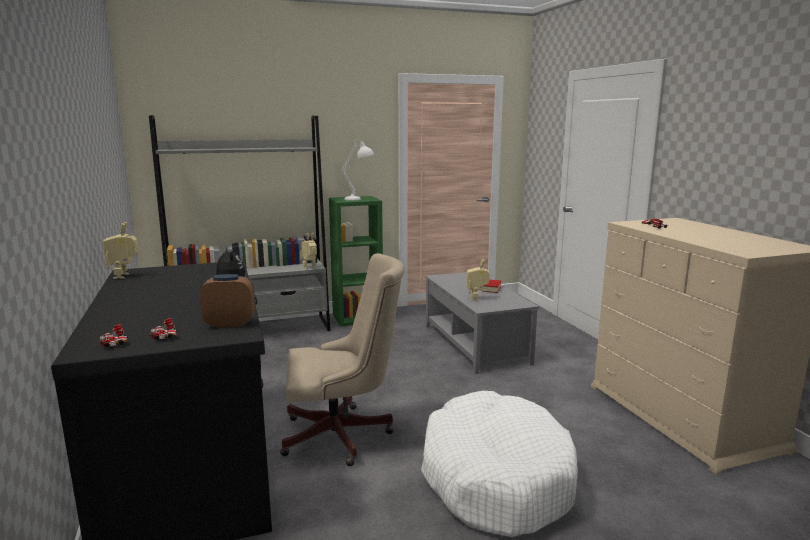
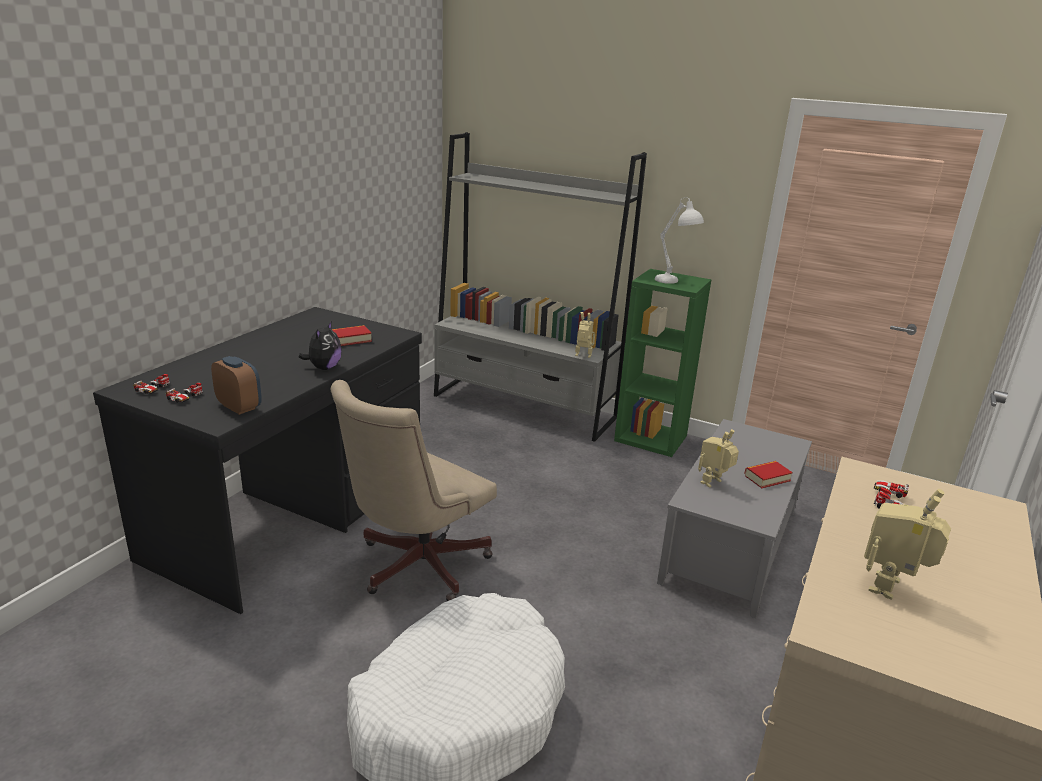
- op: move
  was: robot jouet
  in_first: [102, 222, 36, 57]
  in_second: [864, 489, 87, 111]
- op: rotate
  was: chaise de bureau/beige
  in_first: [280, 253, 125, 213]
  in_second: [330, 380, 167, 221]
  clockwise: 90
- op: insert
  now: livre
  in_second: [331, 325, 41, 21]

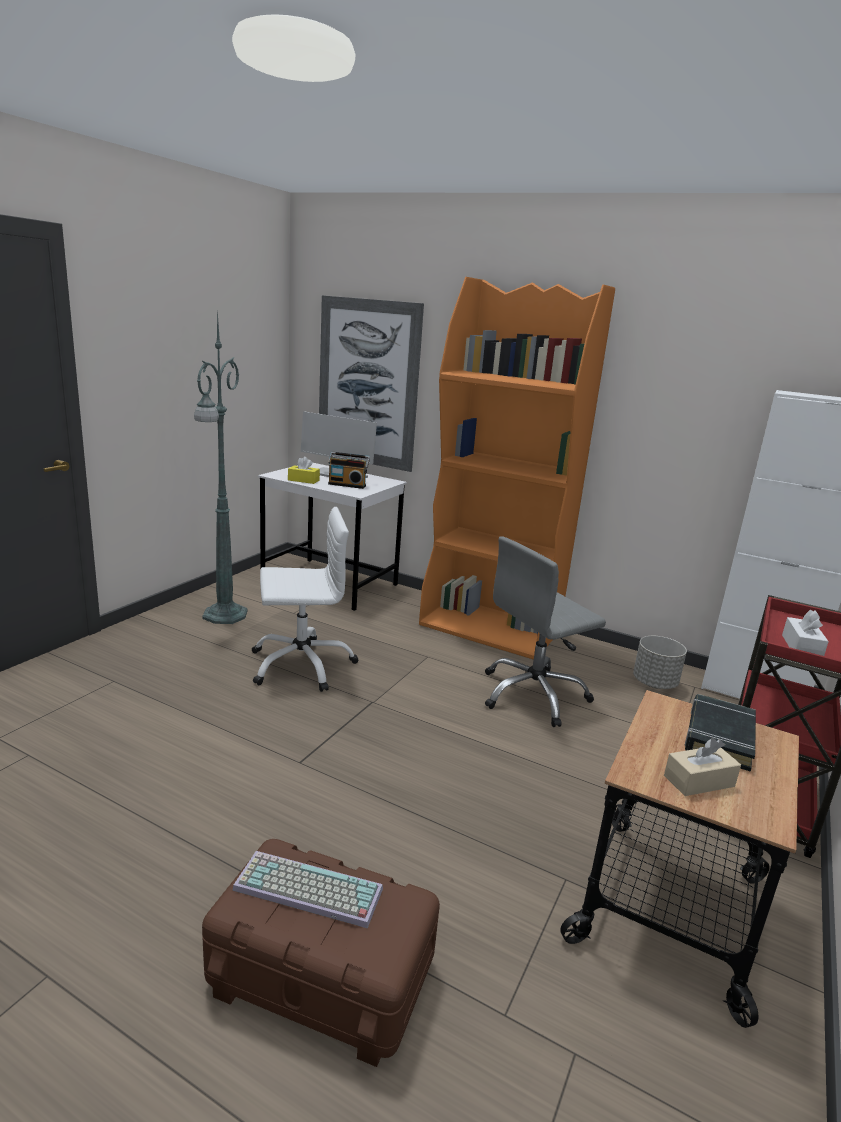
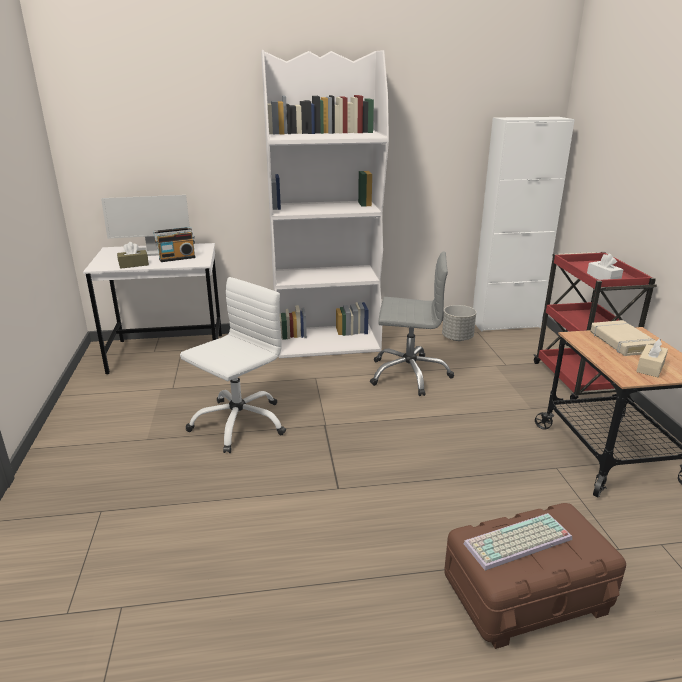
- op: recolor
  was: bibliothèque/orange
  now: bibliothèque/blanc
  in_first: [419, 277, 196, 383]
  in_second: [261, 50, 128, 308]
- op: delete
  was: tableau
  in_first: [319, 295, 105, 177]
- op: delete
  was: lampadaire/vert
  in_first: [194, 309, 53, 315]
- op: recolor
  was: boîte à mouchoirs/jaune
  now: boîte à mouchoirs/marron
  in_first: [288, 457, 32, 27]
  in_second: [117, 242, 32, 27]
- op: rotate
  was: chaise de bureau/gris
  in_first: [485, 536, 121, 191]
  in_second: [370, 252, 84, 144]
  clockwise: -105
- op: recolor
  was: livre/noir
  now: livre/beige
  in_first: [685, 694, 71, 78]
  in_second: [590, 320, 66, 36]

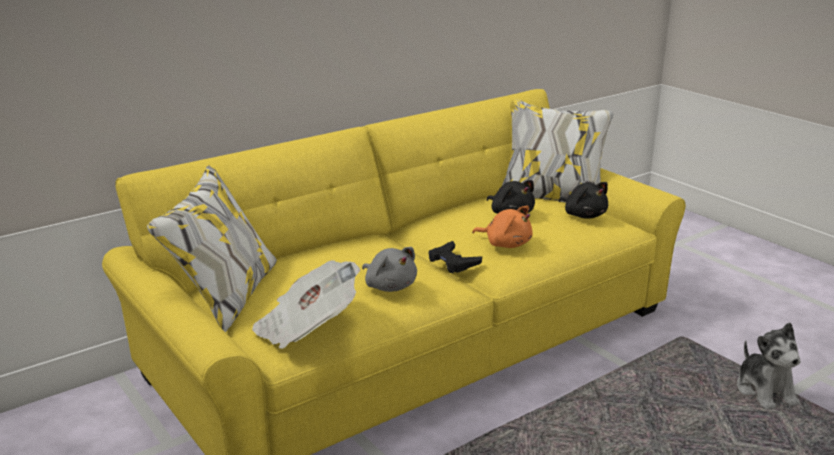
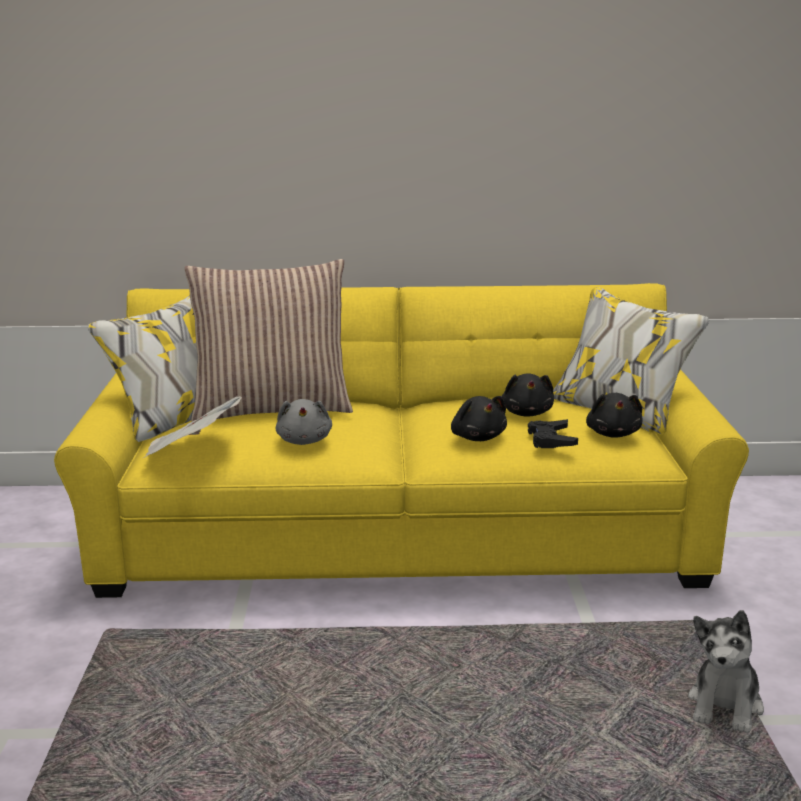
- op: recolor
  was: peluche/orange
  now: peluche/noir
  in_first: [472, 206, 61, 42]
  in_second: [451, 396, 56, 45]
- op: move
  was: manette/noir
  in_first: [429, 241, 53, 32]
  in_second: [528, 419, 50, 29]
- op: insert
  now: coussin
  in_second: [184, 259, 169, 162]

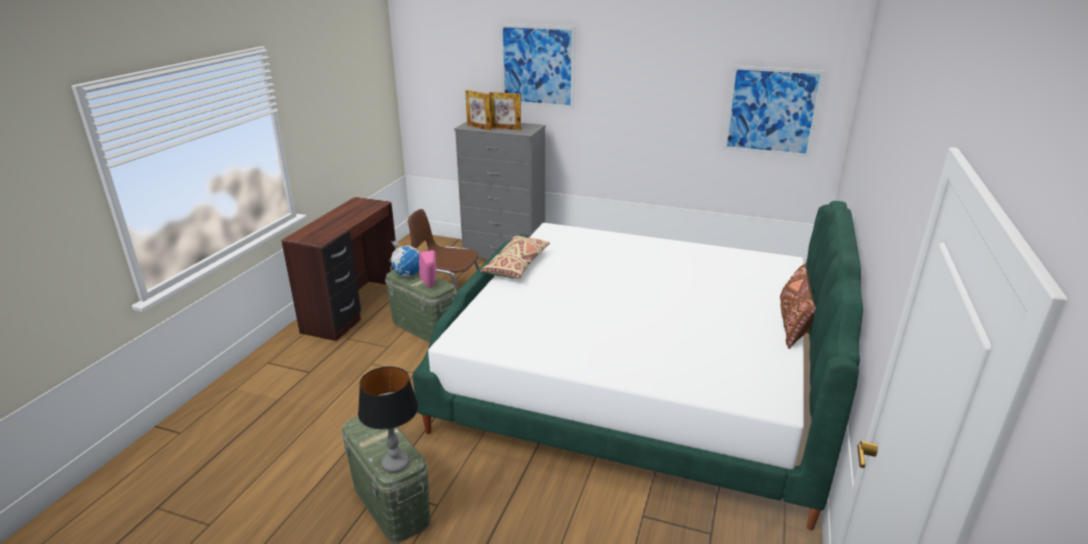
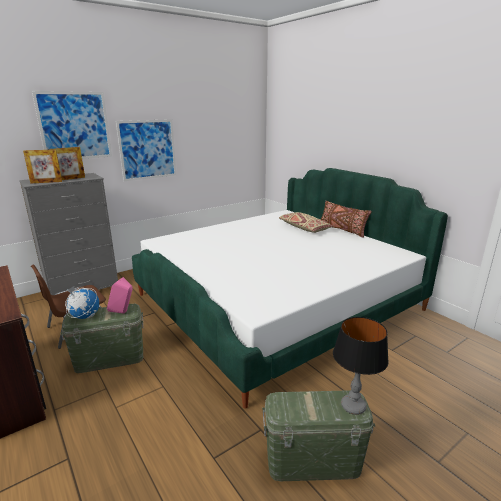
- op: move
  was: tableau
  in_first: [723, 66, 102, 91]
  in_second: [116, 119, 60, 62]
- op: move
  was: coussin/beige
  in_first: [480, 236, 70, 43]
  in_second: [279, 212, 54, 21]

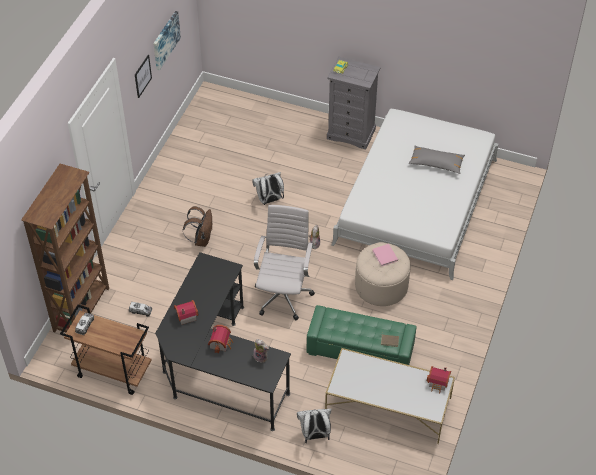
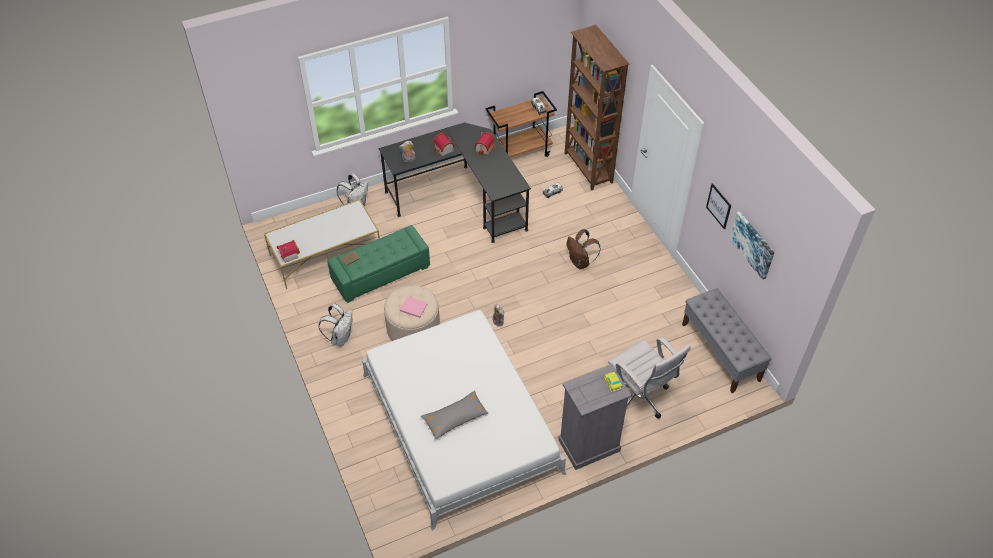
- op: move
  was: sac à dos/blanc
  in_first: [252, 172, 32, 33]
  in_second: [318, 304, 35, 42]
- op: move
  was: chaise de bureau/blanc
  in_first: [254, 205, 61, 115]
  in_second: [608, 337, 83, 82]
- op: insert
  now: banc/gris
  in_second: [682, 288, 90, 105]

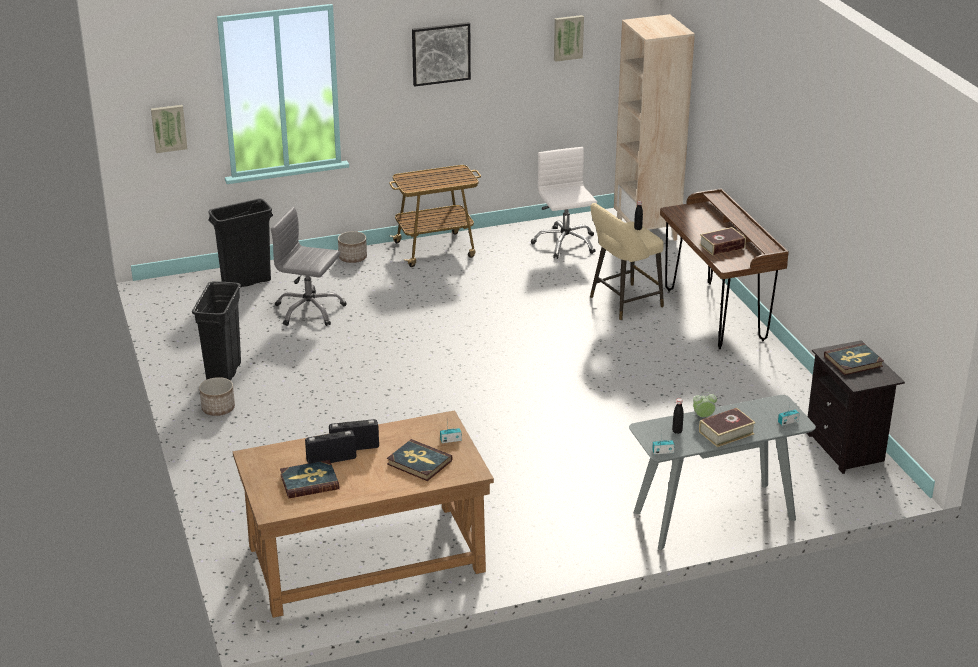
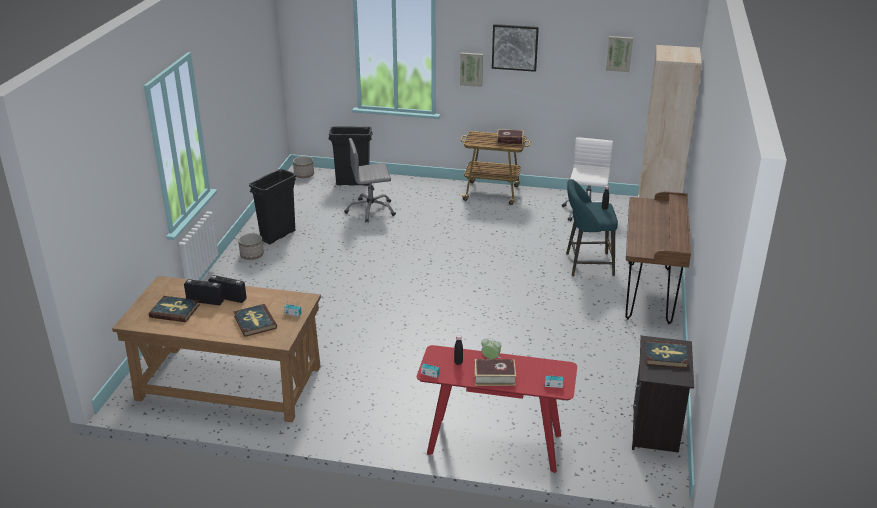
- op: move
  was: tableau
  in_first: [151, 105, 36, 48]
  in_second: [460, 52, 23, 35]
- op: recolor
  was: tabouret/beige
  now: tabouret/turquoise
  in_first: [590, 203, 74, 117]
  in_second: [566, 179, 52, 97]
- op: rotate
  was: chaise de bureau/gris
  in_first: [271, 207, 76, 119]
  in_second: [344, 138, 52, 85]
  clockwise: -60
- op: move
  was: livre
  in_first: [699, 227, 47, 29]
  in_second: [497, 129, 27, 16]
- op: move
  was: cache-pot
  in_first: [338, 231, 29, 32]
  in_second: [293, 156, 21, 22]
- op: recolor
  was: table console/gris
  now: table console/rouge
  in_first: [629, 395, 187, 155]
  in_second: [417, 345, 160, 128]

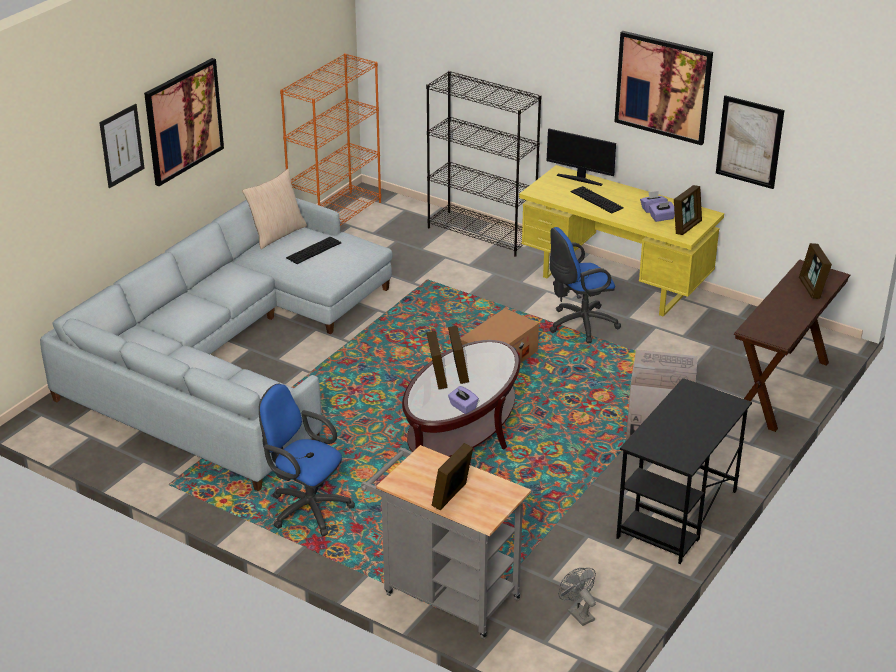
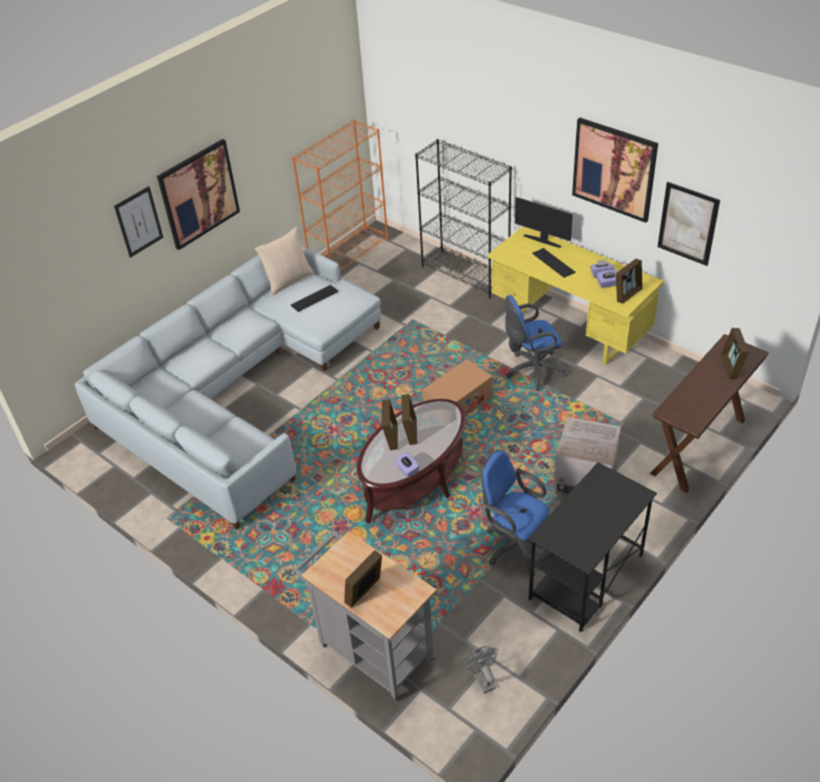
- op: move
  was: chaise de bureau/bleu
  in_first: [259, 384, 96, 152]
  in_second: [482, 450, 68, 125]

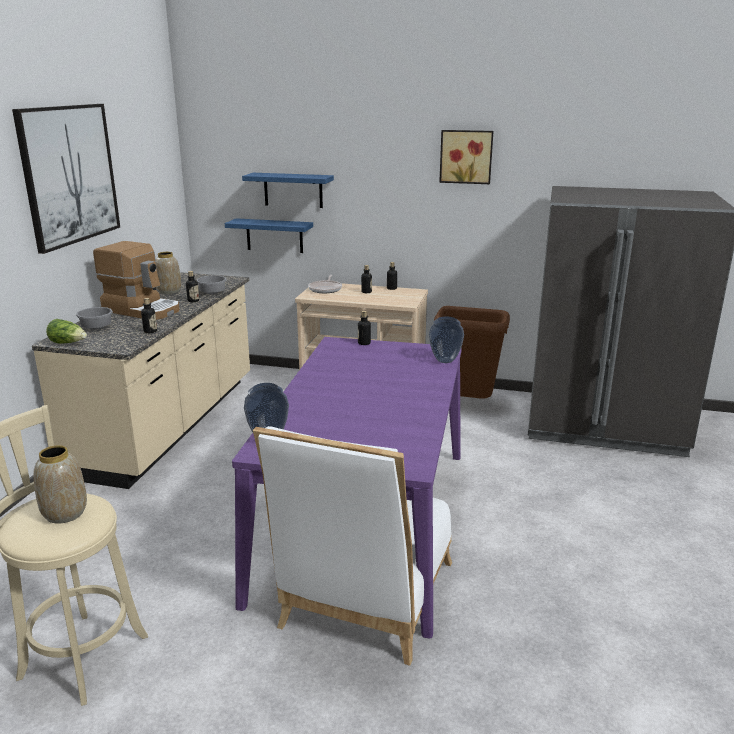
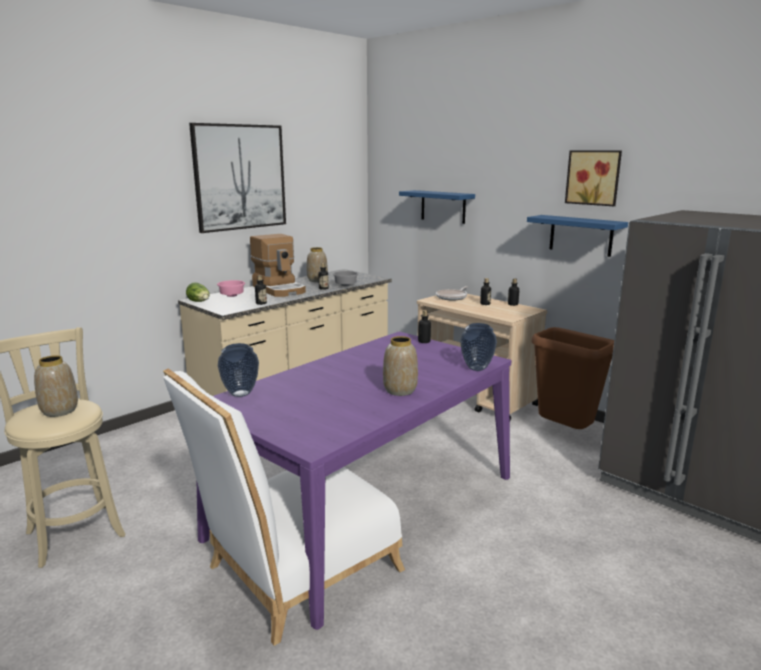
- op: move
  was: étagère/bleu
  in_first: [225, 218, 88, 35]
  in_second: [527, 215, 101, 42]
- op: recolor
  was: bol/gris
  now: bol/rose
  in_first: [76, 307, 37, 23]
  in_second: [217, 280, 28, 17]
- op: insert
  now: vase
  in_second: [383, 336, 35, 60]

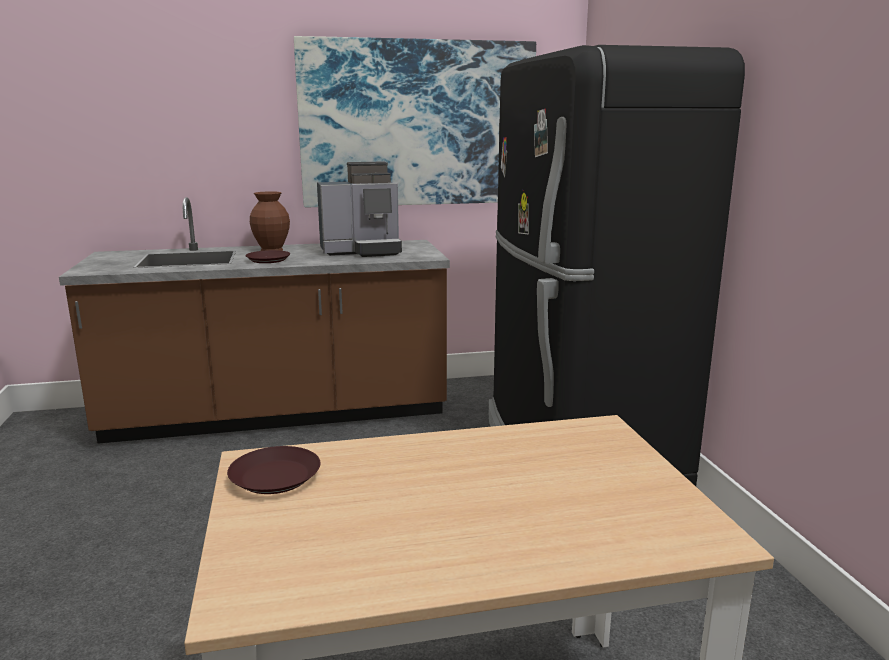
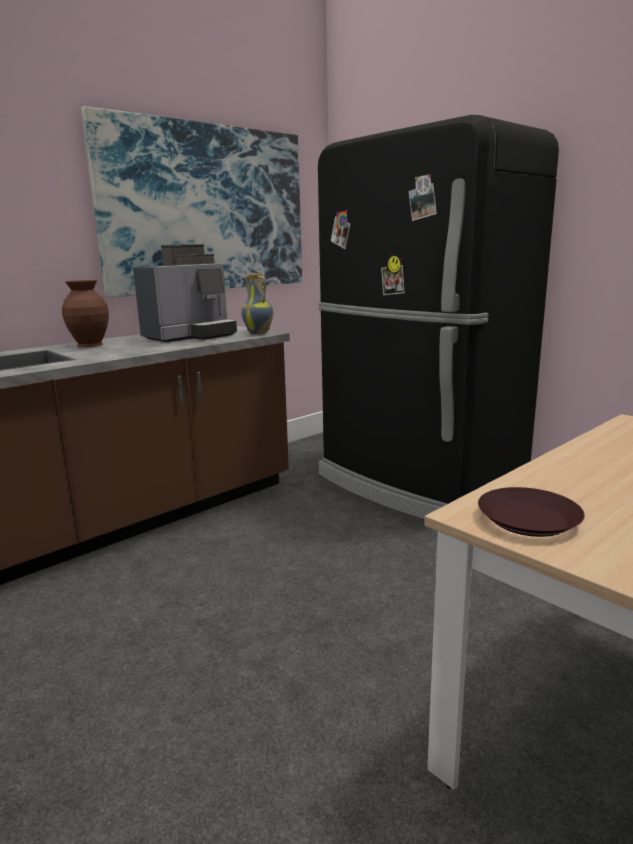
- op: delete
  was: assiette/marron
  in_first: [245, 250, 45, 13]
- op: insert
  now: vase
  in_second: [241, 274, 32, 60]

